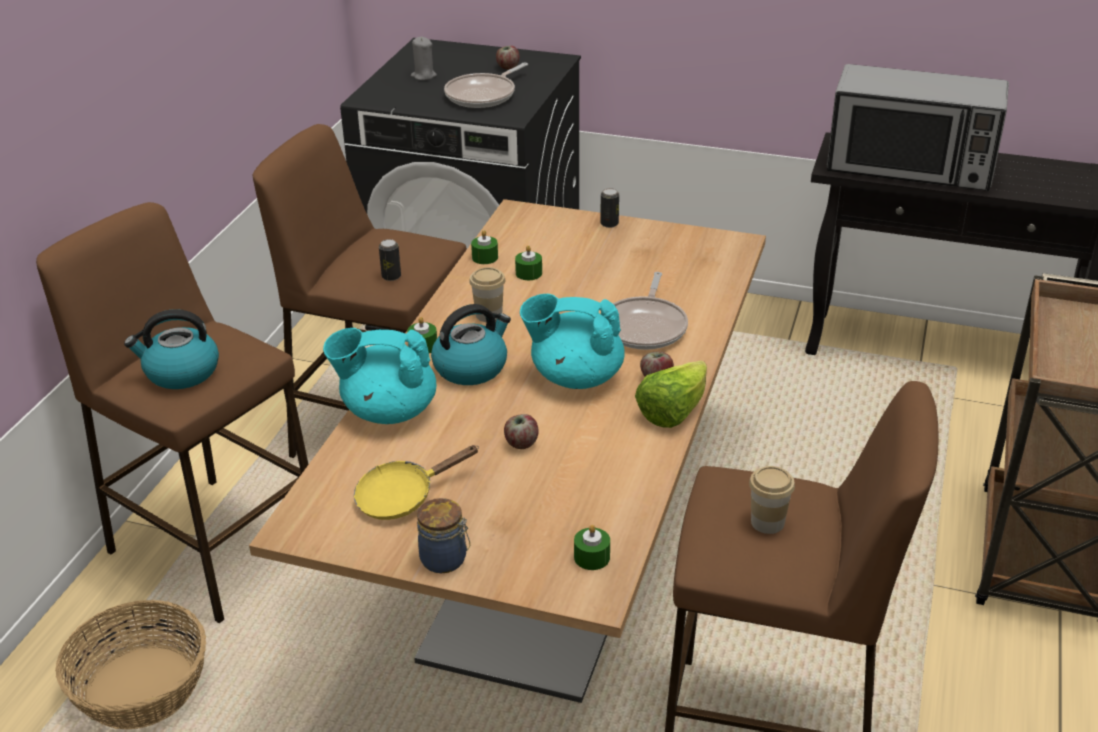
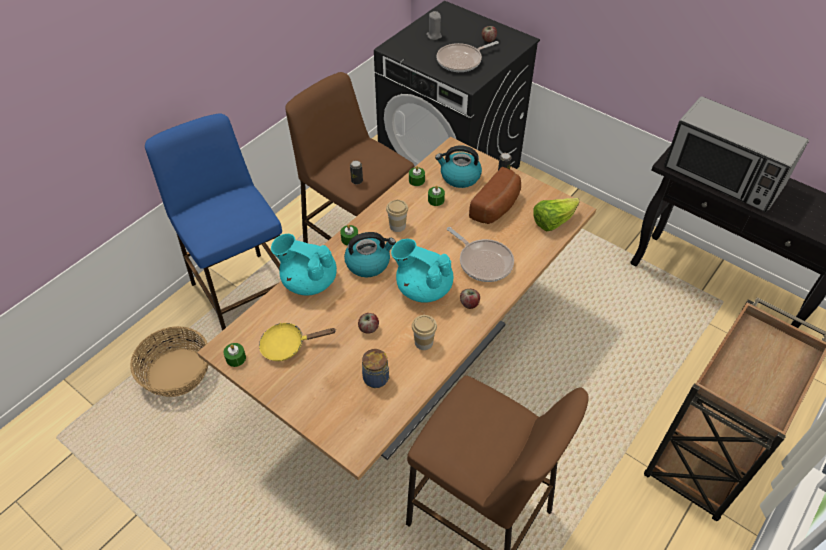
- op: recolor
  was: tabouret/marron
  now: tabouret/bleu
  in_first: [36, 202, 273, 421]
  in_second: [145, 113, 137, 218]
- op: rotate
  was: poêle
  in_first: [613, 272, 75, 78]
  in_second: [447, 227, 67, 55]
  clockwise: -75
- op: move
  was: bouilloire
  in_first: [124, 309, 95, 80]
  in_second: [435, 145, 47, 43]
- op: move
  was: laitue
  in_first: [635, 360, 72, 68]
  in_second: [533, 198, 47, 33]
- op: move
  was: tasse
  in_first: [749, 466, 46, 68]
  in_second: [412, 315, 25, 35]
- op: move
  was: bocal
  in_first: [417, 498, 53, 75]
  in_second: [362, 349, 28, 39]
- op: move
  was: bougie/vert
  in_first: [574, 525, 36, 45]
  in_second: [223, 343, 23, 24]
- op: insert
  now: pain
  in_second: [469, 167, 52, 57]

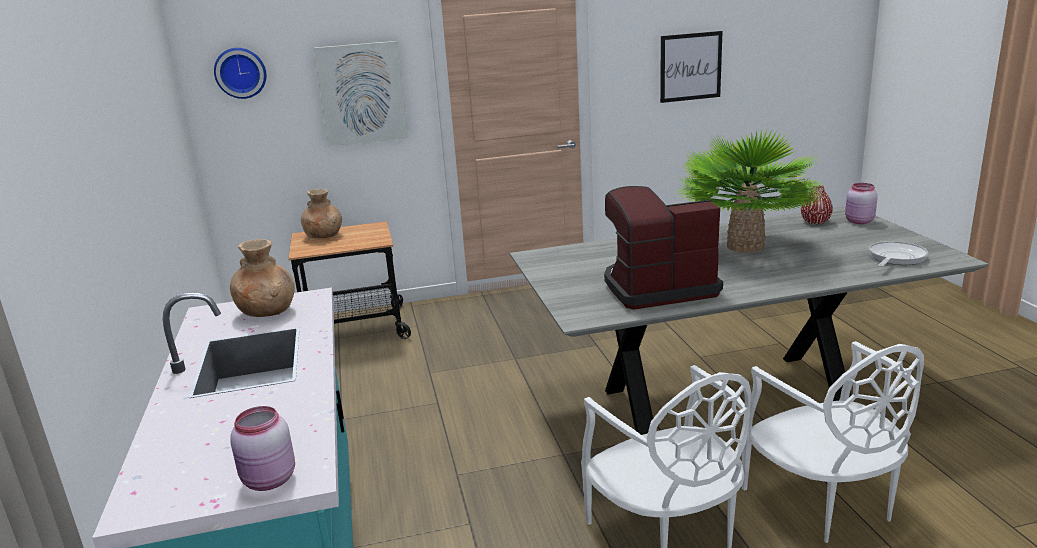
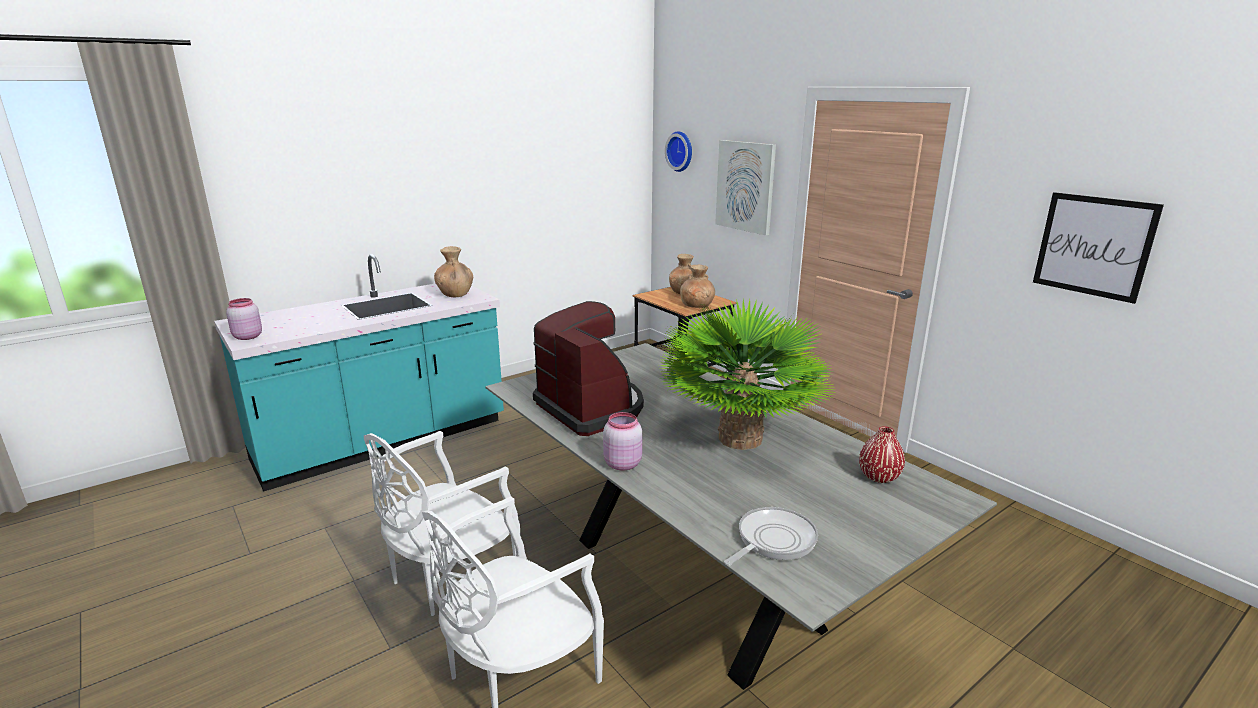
- op: move
  was: bocal/rose
  in_first: [845, 183, 33, 41]
  in_second: [603, 412, 39, 59]
- op: rotate
  was: poêle
  in_first: [869, 241, 59, 26]
  in_second: [724, 507, 94, 58]
  clockwise: -60
- op: insert
  now: vase/marron
  in_second: [680, 265, 35, 43]

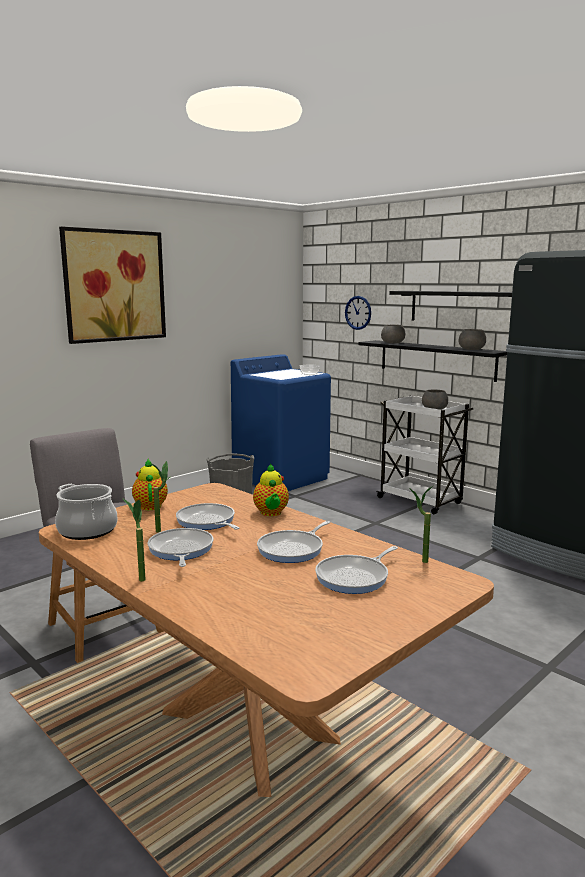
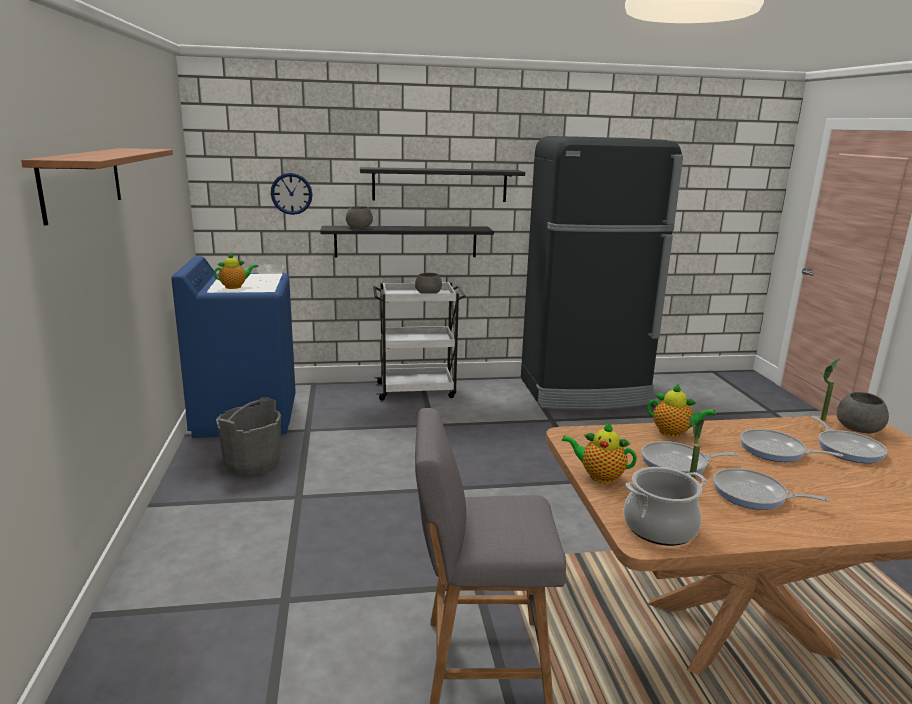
- op: replace
  was: tableau
  now: étagère
  in_first: [59, 226, 107, 118]
  in_second: [21, 148, 152, 78]
- op: move
  was: bol/gris
  in_first: [459, 329, 27, 21]
  in_second: [837, 392, 52, 41]
- op: delete
  was: plante en pot
  in_first: [122, 498, 24, 84]
- op: rotate
  was: poêle
  in_first: [257, 521, 73, 42]
  in_second: [740, 429, 103, 33]
  clockwise: 135
- op: insert
  now: théière
  in_second: [214, 253, 44, 36]

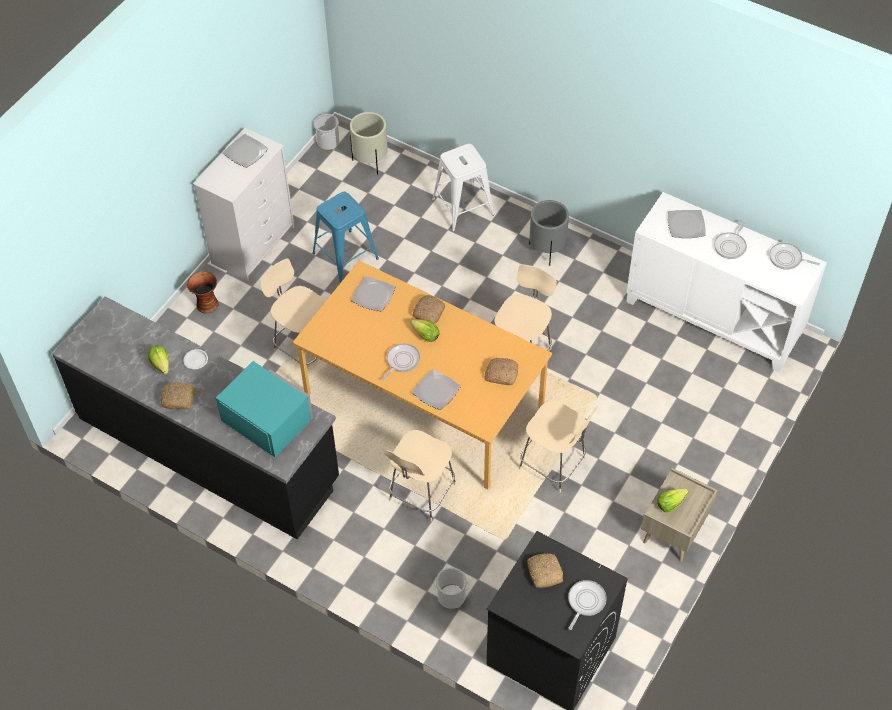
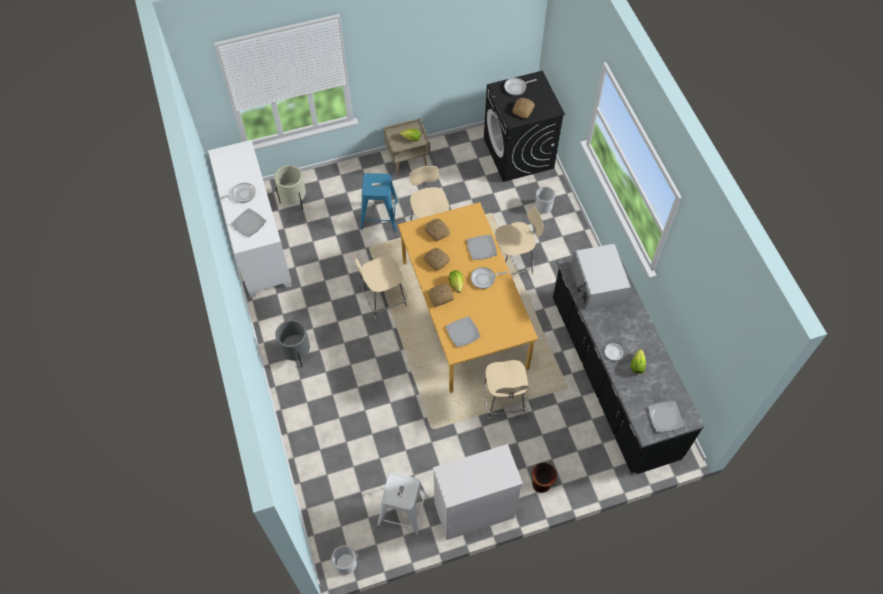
- op: move
  was: cache-pot/beige
  in_first: [350, 112, 38, 63]
  in_second: [274, 165, 32, 45]
- op: move
  was: assiette
  in_first: [223, 134, 45, 33]
  in_second: [648, 401, 36, 31]
- op: move
  was: tabouret/blanc
  in_first: [432, 144, 62, 87]
  in_second: [378, 473, 51, 63]
- op: move
  was: tabouret/bleu
  in_first: [312, 192, 67, 90]
  in_second: [361, 173, 37, 58]
- op: delete
  was: poêle
  in_first: [769, 243, 51, 27]
- op: recolor
  was: micro-ondes/turquoise
  now: micro-ondes/blanc
  in_first: [216, 361, 97, 96]
  in_second: [571, 244, 59, 66]
- op: move
  was: pain
  in_first: [161, 382, 35, 27]
  in_second: [423, 248, 27, 23]

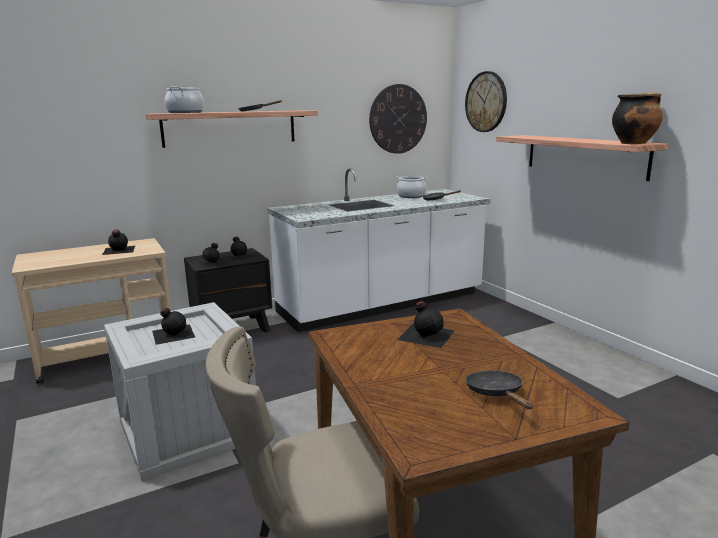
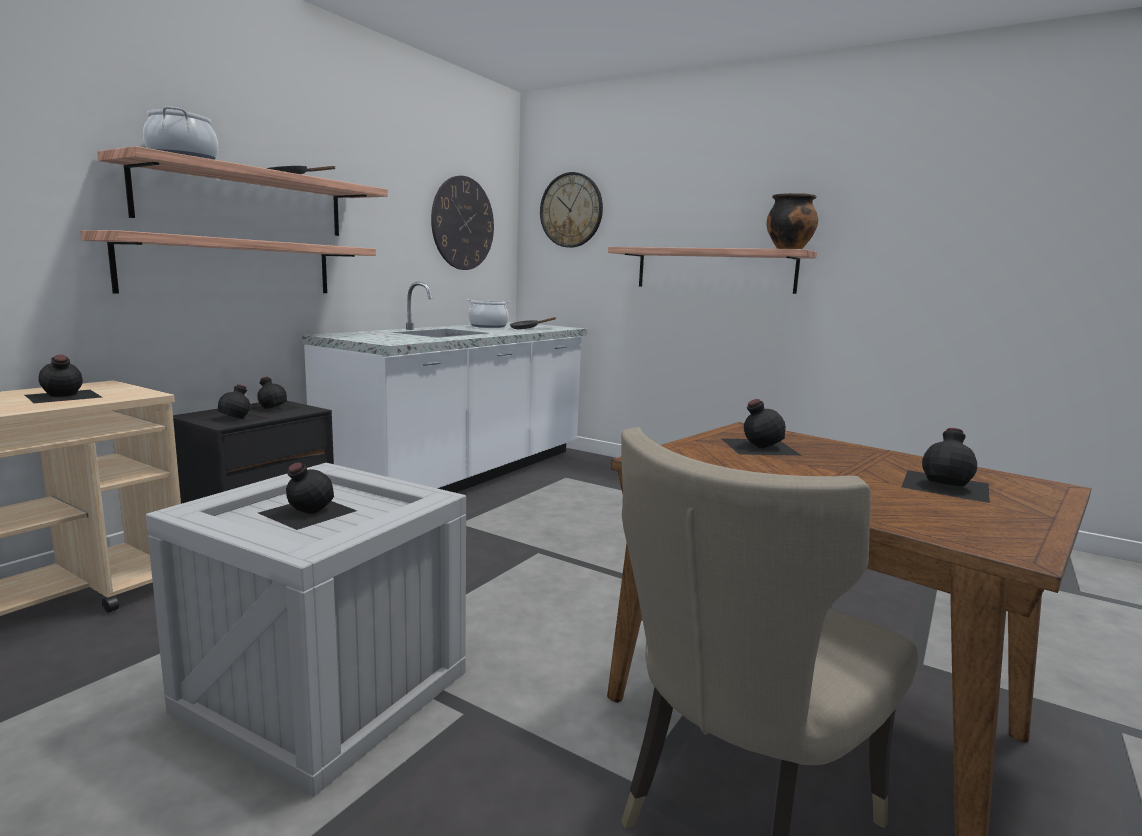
- op: replace
  was: poêle/noir
  now: bouteille/noir
  in_first: [466, 370, 67, 39]
  in_second: [901, 428, 89, 75]
- op: insert
  now: étagère
  in_second: [80, 230, 296, 64]

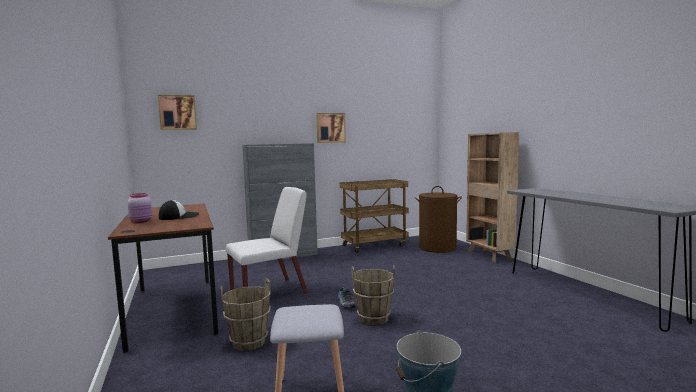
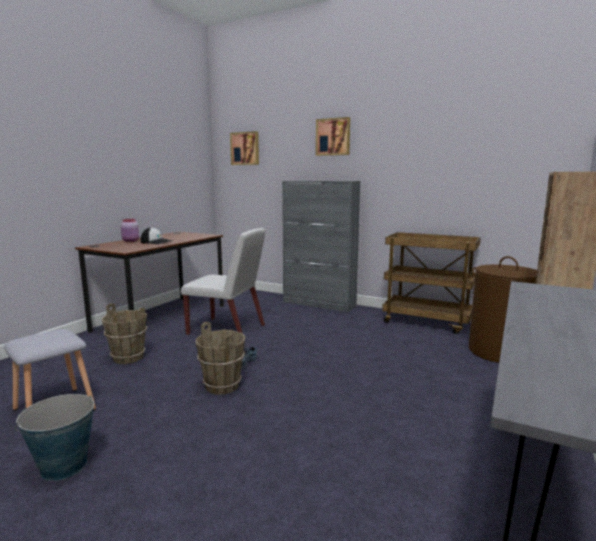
- op: move
  was: tableau
  in_first: [316, 113, 30, 30]
  in_second: [316, 117, 34, 39]

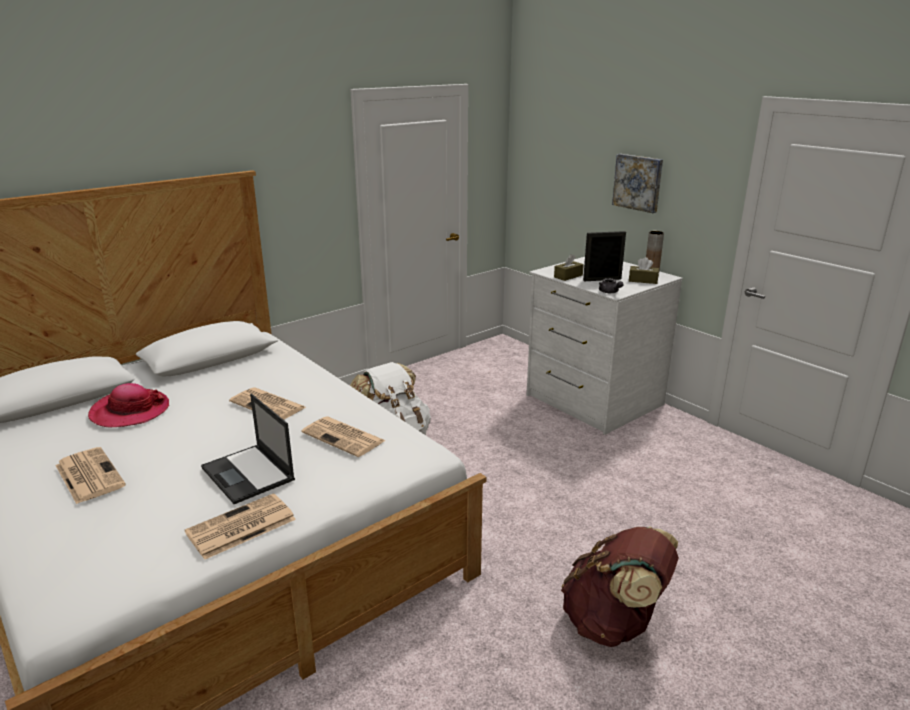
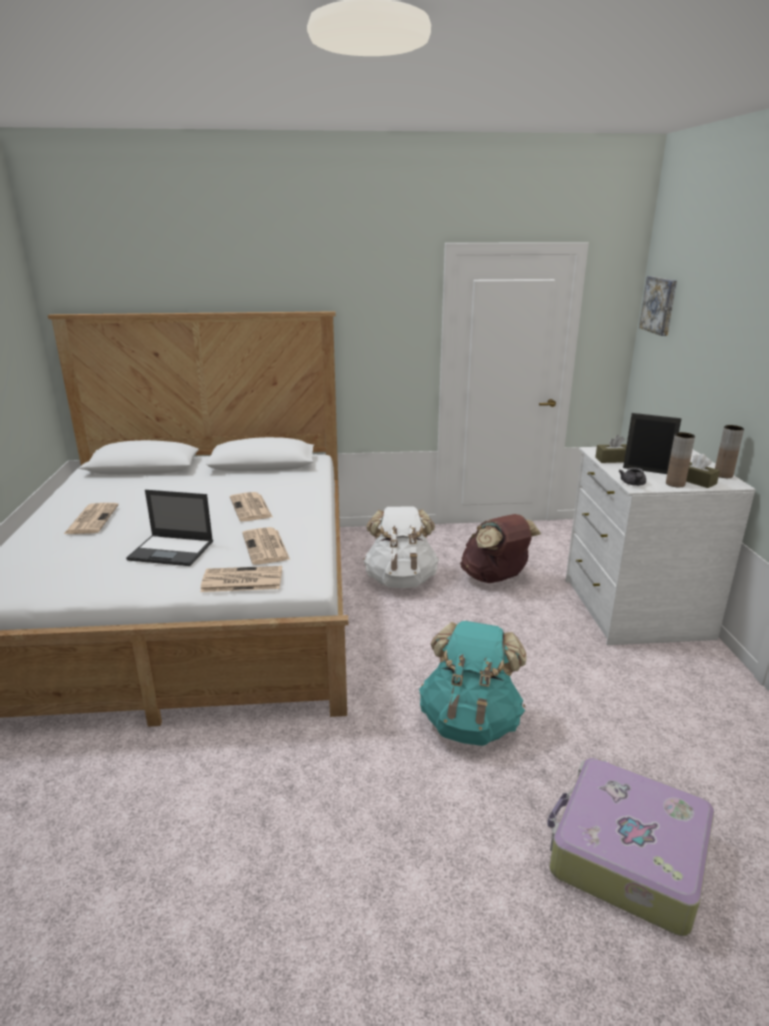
- op: move
  was: tableau
  in_first: [612, 154, 51, 59]
  in_second: [639, 276, 38, 60]
- op: delete
  was: chapeau
  in_first: [88, 383, 81, 44]
- op: rotate
  was: ordinateur portable
  in_first: [201, 394, 94, 110]
  in_second: [126, 490, 87, 76]
  clockwise: -75
- op: move
  was: journal
  in_first: [185, 493, 111, 67]
  in_second: [200, 566, 82, 26]
- op: move
  was: sac à dos/marron
  in_first: [561, 527, 118, 120]
  in_second: [460, 514, 81, 69]
- op: insert
  now: vase/marron
  in_second: [666, 432, 29, 55]
- op: insert
  now: sac à dos/turquoise
  in_second: [419, 621, 108, 125]
- op: insert
  now: valise
  in_second: [547, 758, 167, 178]

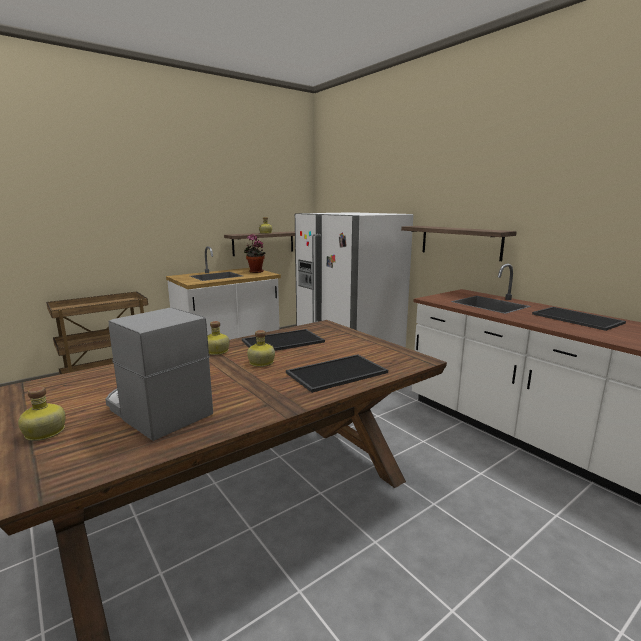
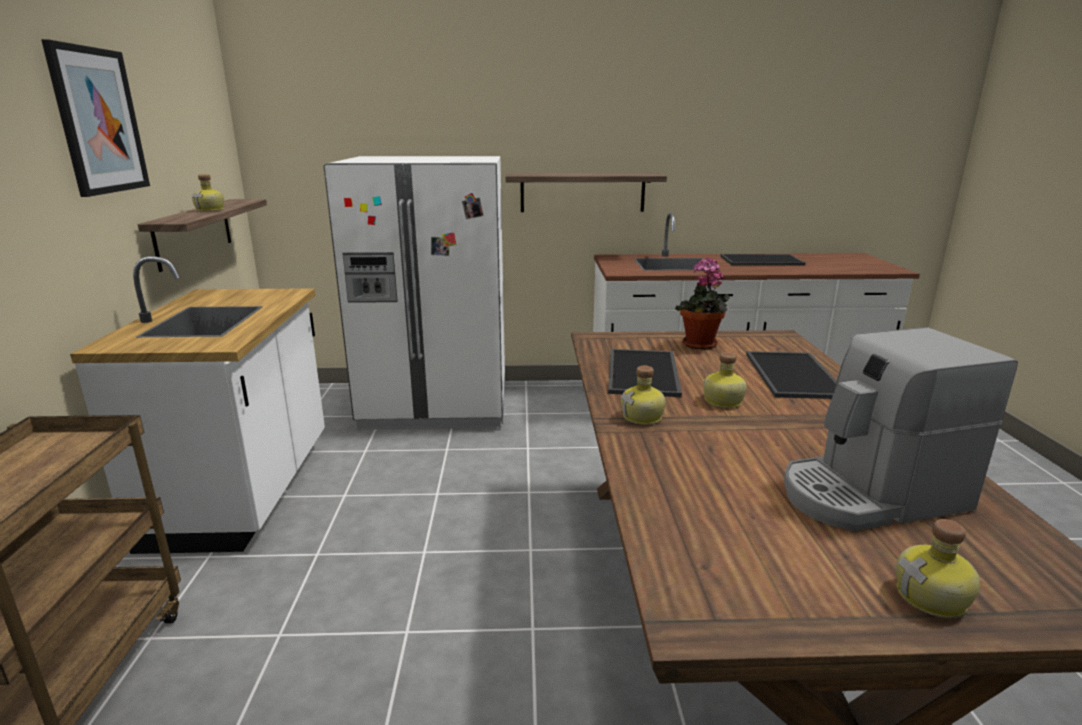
- op: move
  was: plante en pot
  in_first: [244, 234, 22, 39]
  in_second: [675, 257, 55, 92]
- op: insert
  now: tableau
  in_second: [41, 39, 109, 158]

